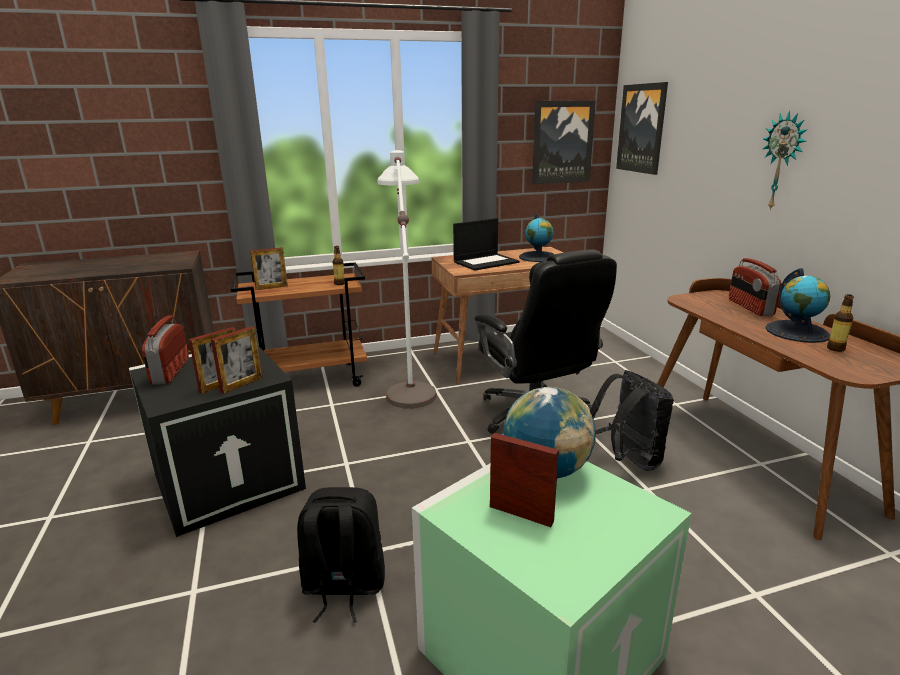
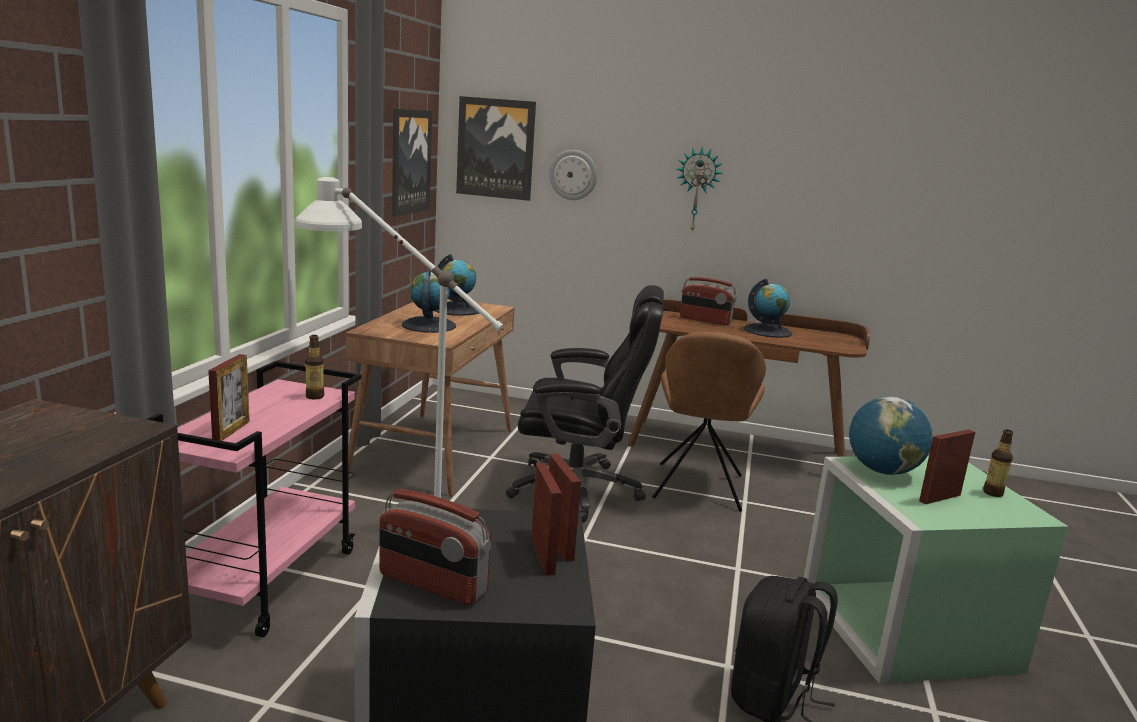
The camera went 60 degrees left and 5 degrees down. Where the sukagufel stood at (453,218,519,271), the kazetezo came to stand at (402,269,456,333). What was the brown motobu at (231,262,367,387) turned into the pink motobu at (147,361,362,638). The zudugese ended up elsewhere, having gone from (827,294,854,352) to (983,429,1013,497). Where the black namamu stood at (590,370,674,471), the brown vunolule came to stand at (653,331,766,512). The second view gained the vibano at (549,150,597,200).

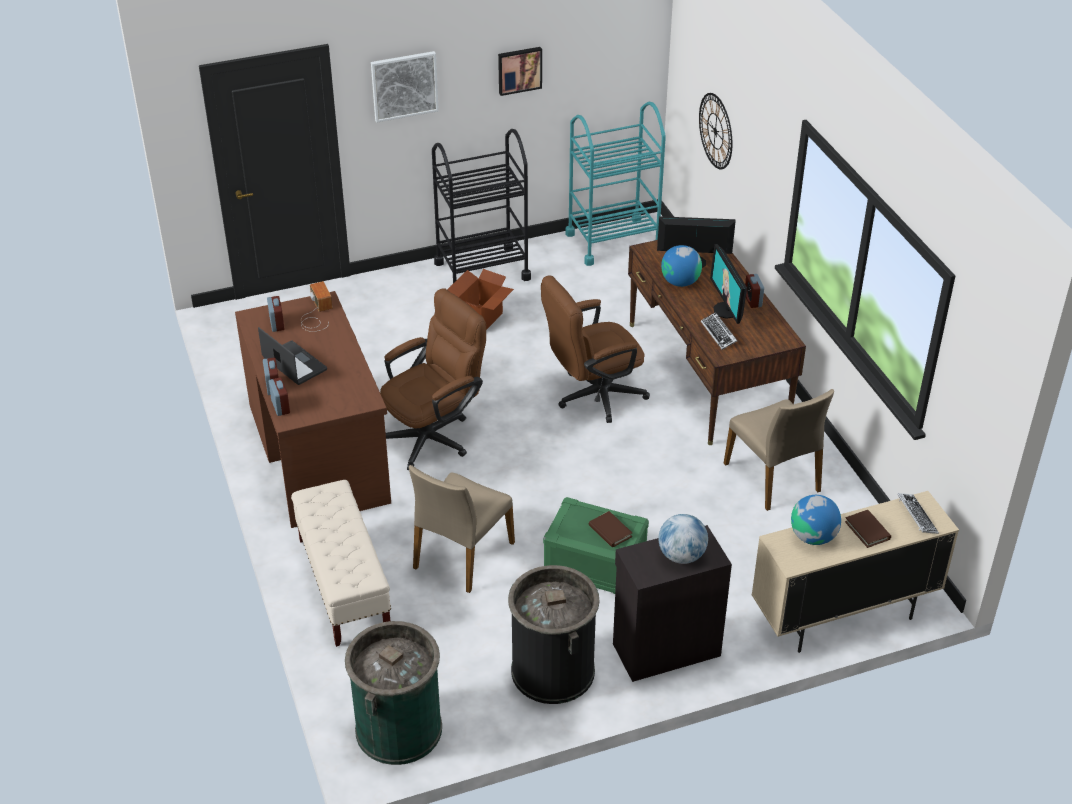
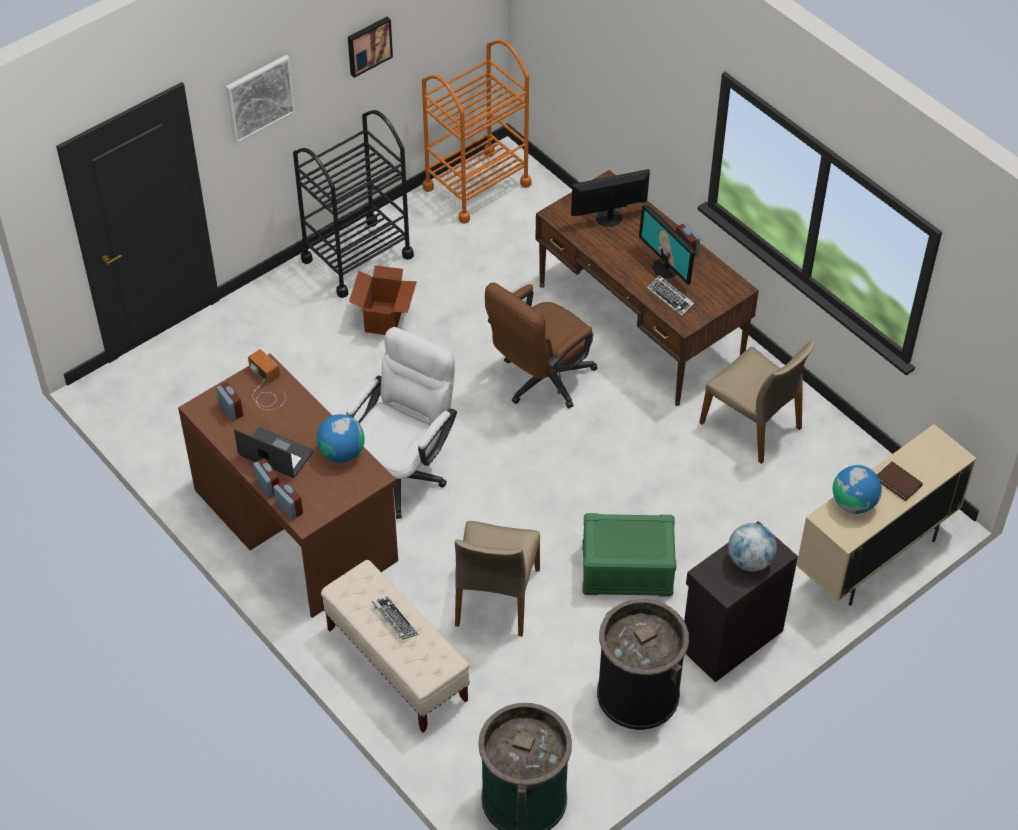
The camera went 20 degrees left and 10 degrees up. The second view lost the vibano at (699,93,732,169). What was the turquoise motobu at (565,102,666,266) turned into the orange motobu at (422,39,531,224). The kazetezo ended up elsewhere, having gone from (661,245,702,287) to (317,414,365,463). What was the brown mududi at (380,288,486,470) turned into the white mududi at (346,327,457,519). The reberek ended up elsewhere, having gone from (897,493,939,534) to (372,596,418,640). The second view lost the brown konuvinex at (589,511,632,548).

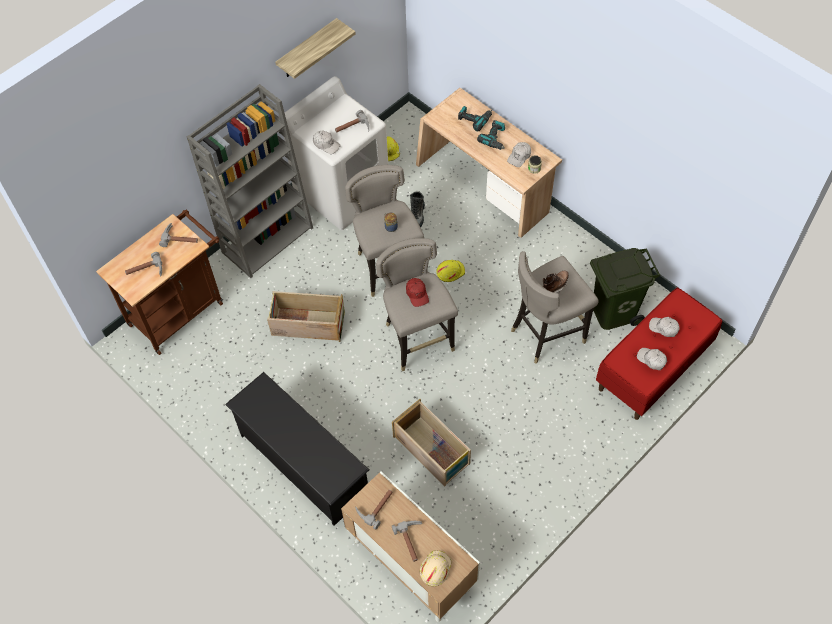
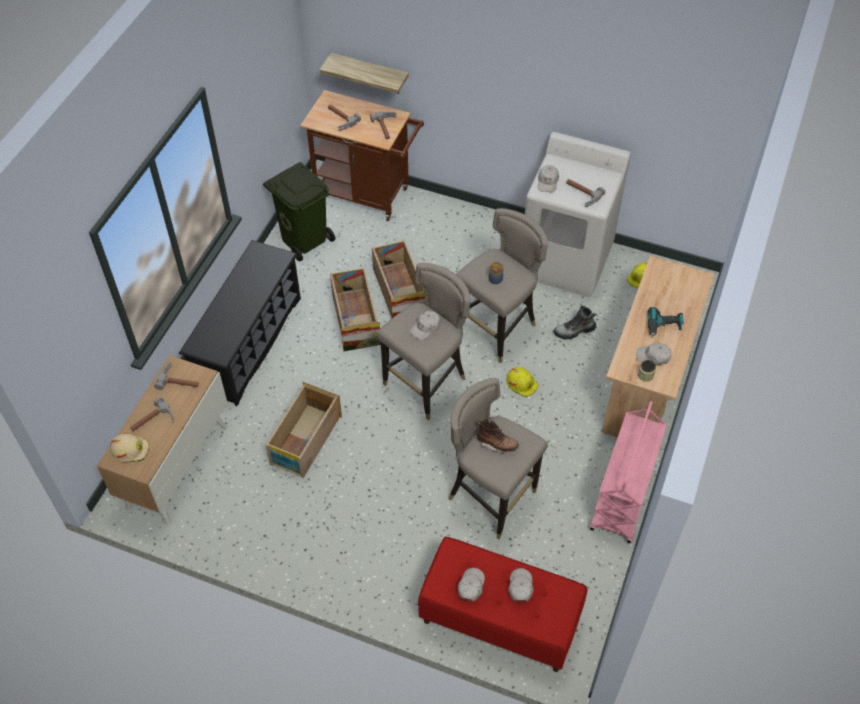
The camera went 65 degrees right and 5 degrees down. The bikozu ended up elsewhere, having gone from (275,18,356,79) to (319,53,409,94). The second view lost the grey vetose at (187,84,313,278). The second view lost the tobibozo at (458,106,492,131). The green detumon ended up elsewhere, having gone from (590,248,660,330) to (263,162,335,262). What was the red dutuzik at (406,278,429,307) turned into the white dutuzik at (410,311,440,340). The second view gained the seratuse at (330,267,381,351). The second view gained the pink motobu at (590,401,667,543).

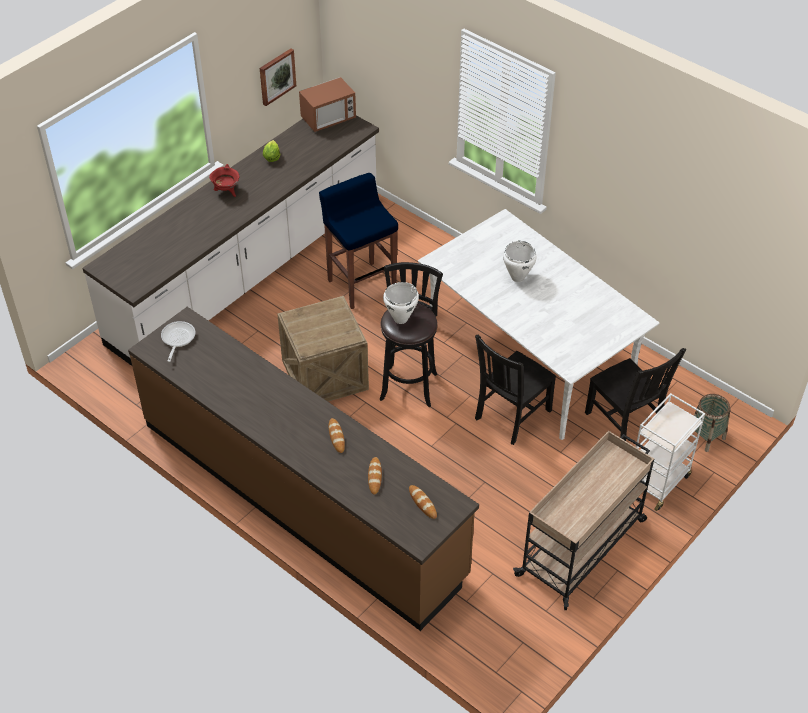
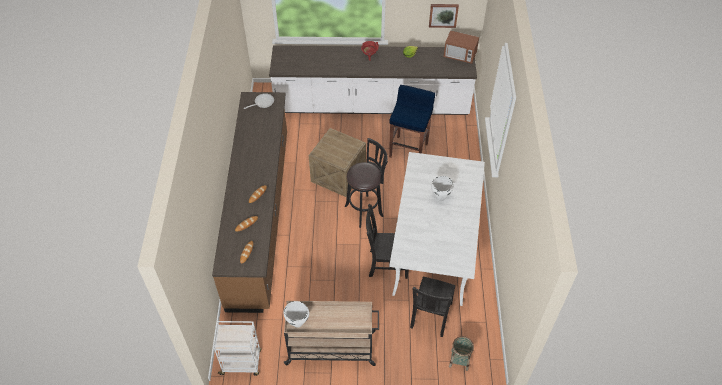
The camera went 50 degrees right and 5 degrees up. The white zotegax ended up elsewhere, having gone from (383,282,419,324) to (284,301,309,328). The white motobu ended up elsewhere, having gone from (636,393,705,511) to (213,321,261,376).

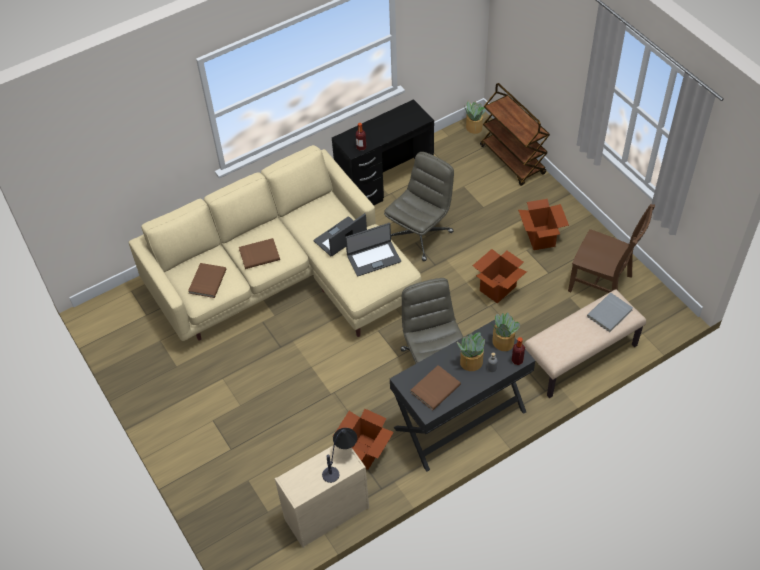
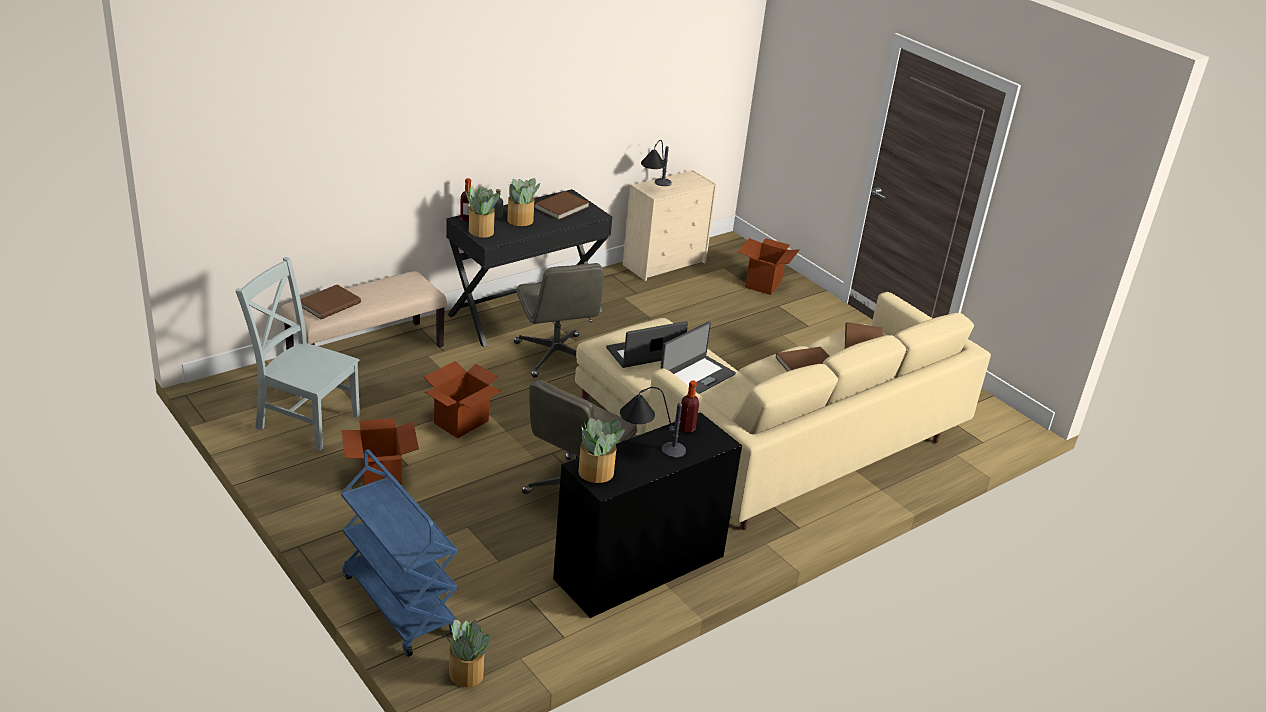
The camera went 170 degrees right and 20 degrees down. What was the brown motobu at (480,83,550,186) turned into the blue motobu at (341,449,458,657). What was the brown vunolule at (568,204,655,293) turned into the grey vunolule at (235,257,360,451). What was the grey konuvinex at (587,293,633,332) turned into the brown konuvinex at (300,285,361,319). The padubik ended up elsewhere, having gone from (336,409,394,470) to (738,238,799,295). The second view gained the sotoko at (620,387,686,458). The second view gained the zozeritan at (578,418,625,483).

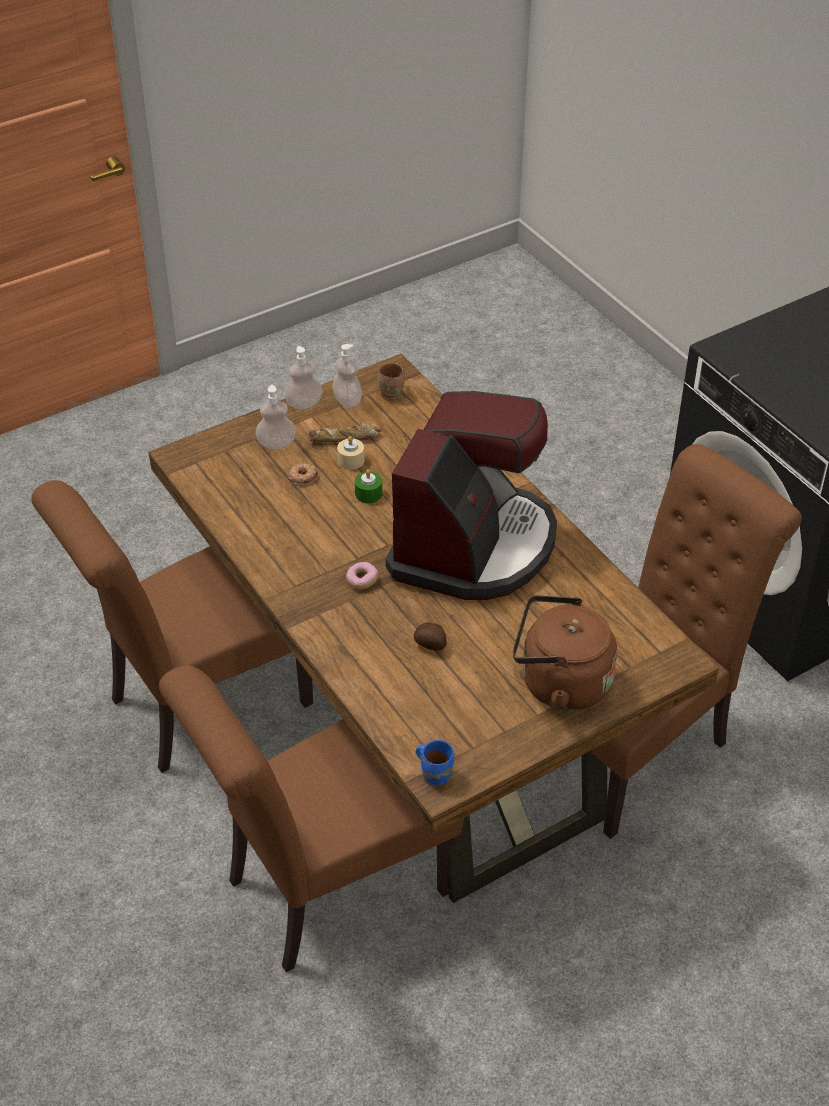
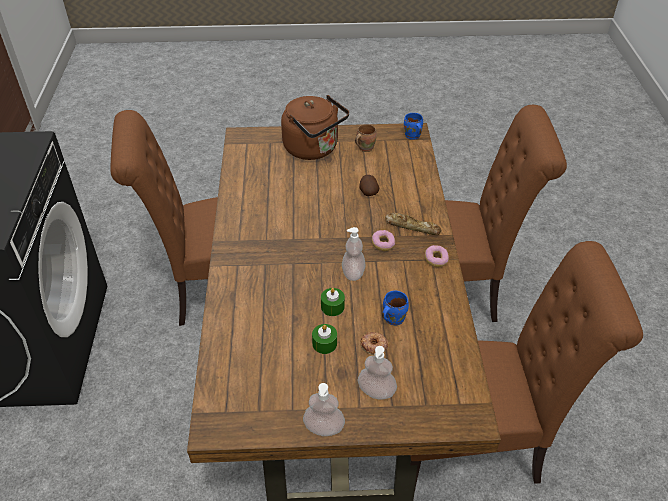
The camera went 150 degrees left and 0 degrees up. The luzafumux ended up elsewhere, having gone from (332,344,362,408) to (342,227,366,281). The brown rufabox ended up elsewhere, having gone from (378,362,405,400) to (355,124,377,152). The second view lost the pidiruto at (386,391,557,600). The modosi ended up elsewhere, having gone from (309,422,381,442) to (385,213,442,235). What was the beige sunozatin at (337,436,365,470) turned into the green sunozatin at (312,324,337,354). The second view gained the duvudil at (425,245,449,267). The second view gained the blue rufabox at (382,291,409,325).

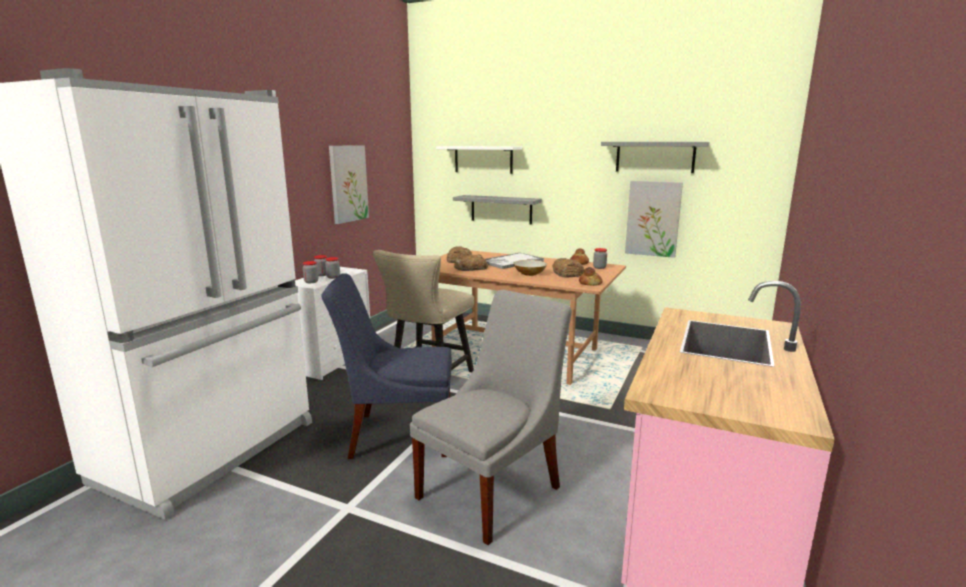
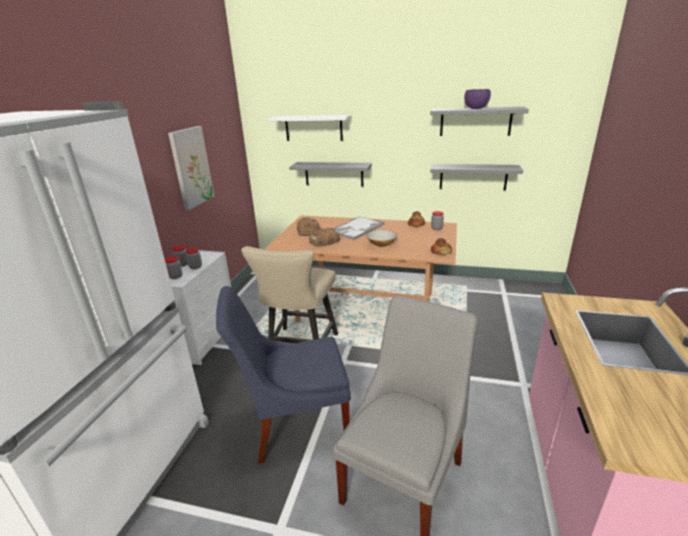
The camera went 10 degrees left and 10 degrees up. Where the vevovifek hung at (625,181,683,258), the grey bikozu came to hang at (430,164,523,190). The second view lost the modosi at (553,258,584,277). The second view gained the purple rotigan at (464,89,491,109).

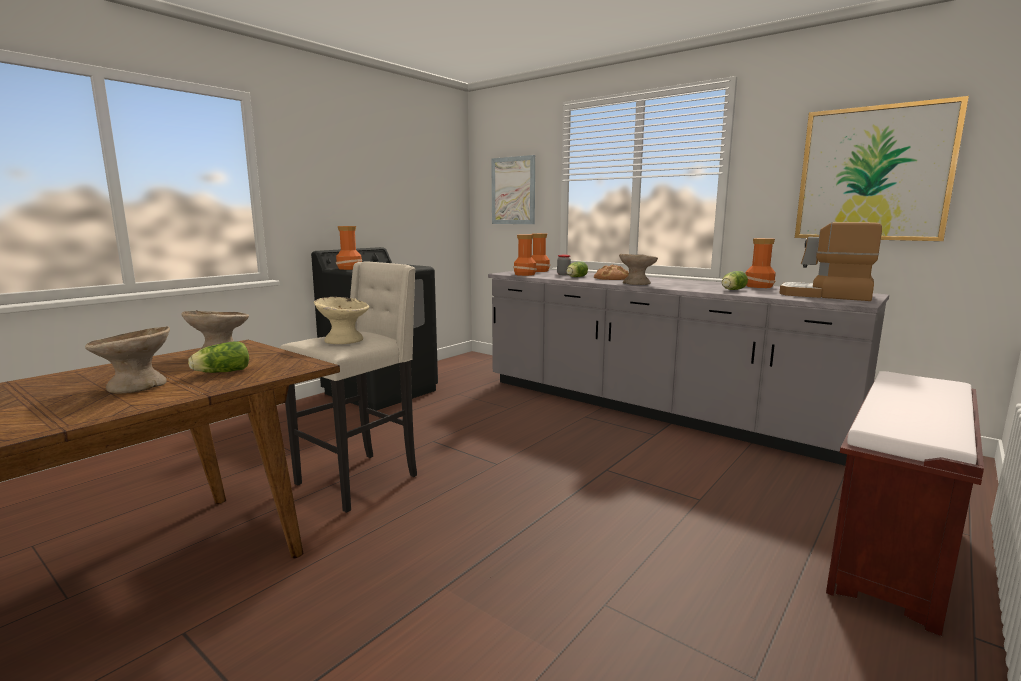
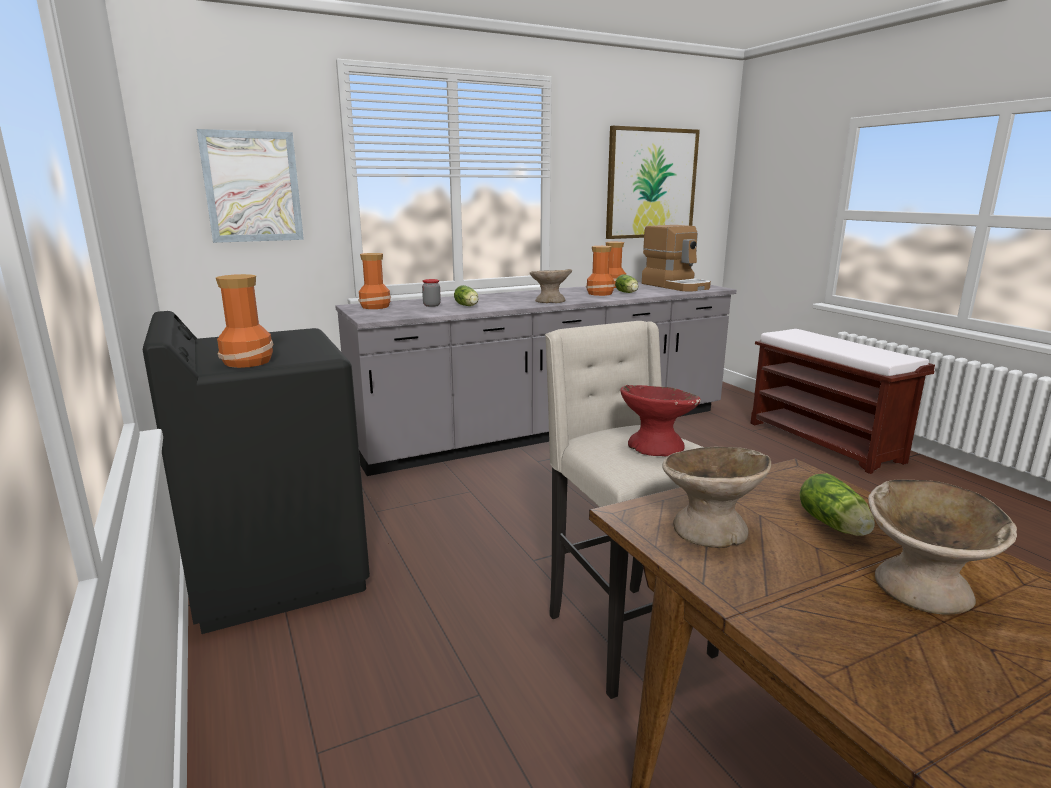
The camera went 65 degrees left and 5 degrees up. The pidiruto at (779,222,882,301) ended up facing another way, 90 degrees counterclockwise from before. The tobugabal ended up elsewhere, having gone from (513,234,537,276) to (586,246,615,296). The second view lost the modosi at (594,265,629,280). What was the beige rotigan at (314,297,369,344) turned into the red rotigan at (620,384,701,456).

